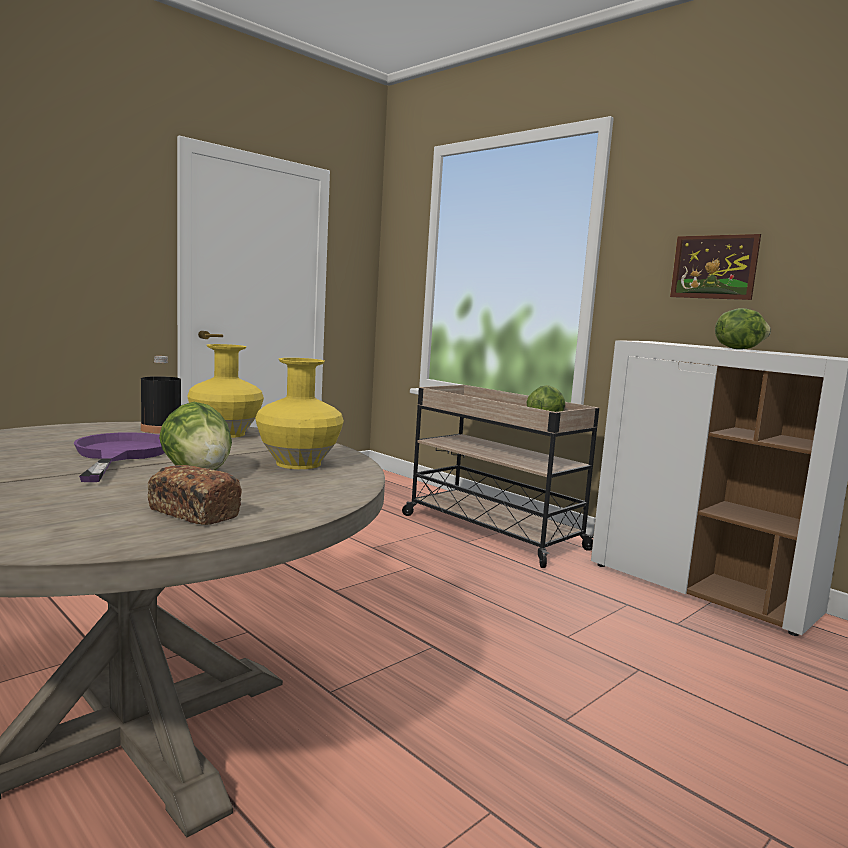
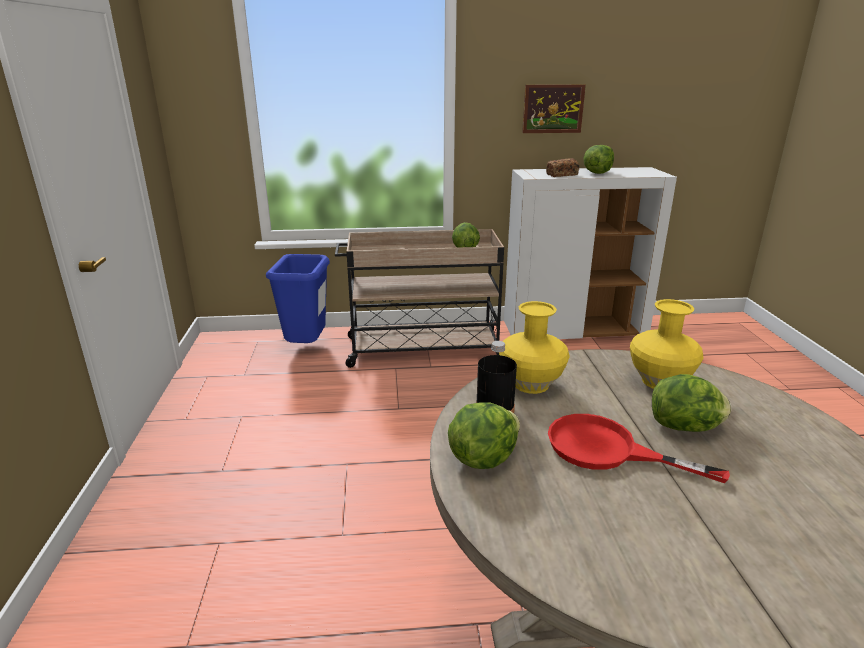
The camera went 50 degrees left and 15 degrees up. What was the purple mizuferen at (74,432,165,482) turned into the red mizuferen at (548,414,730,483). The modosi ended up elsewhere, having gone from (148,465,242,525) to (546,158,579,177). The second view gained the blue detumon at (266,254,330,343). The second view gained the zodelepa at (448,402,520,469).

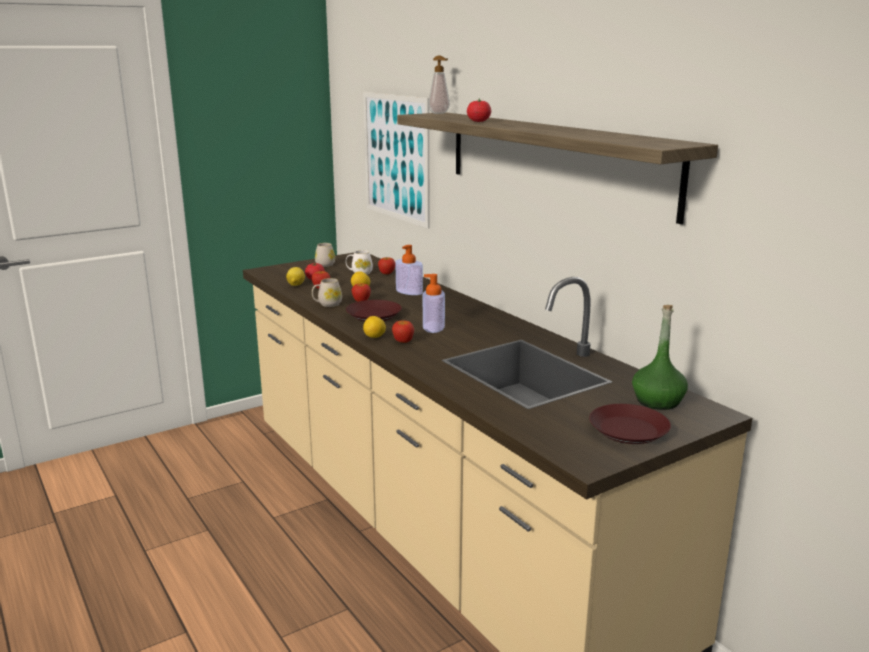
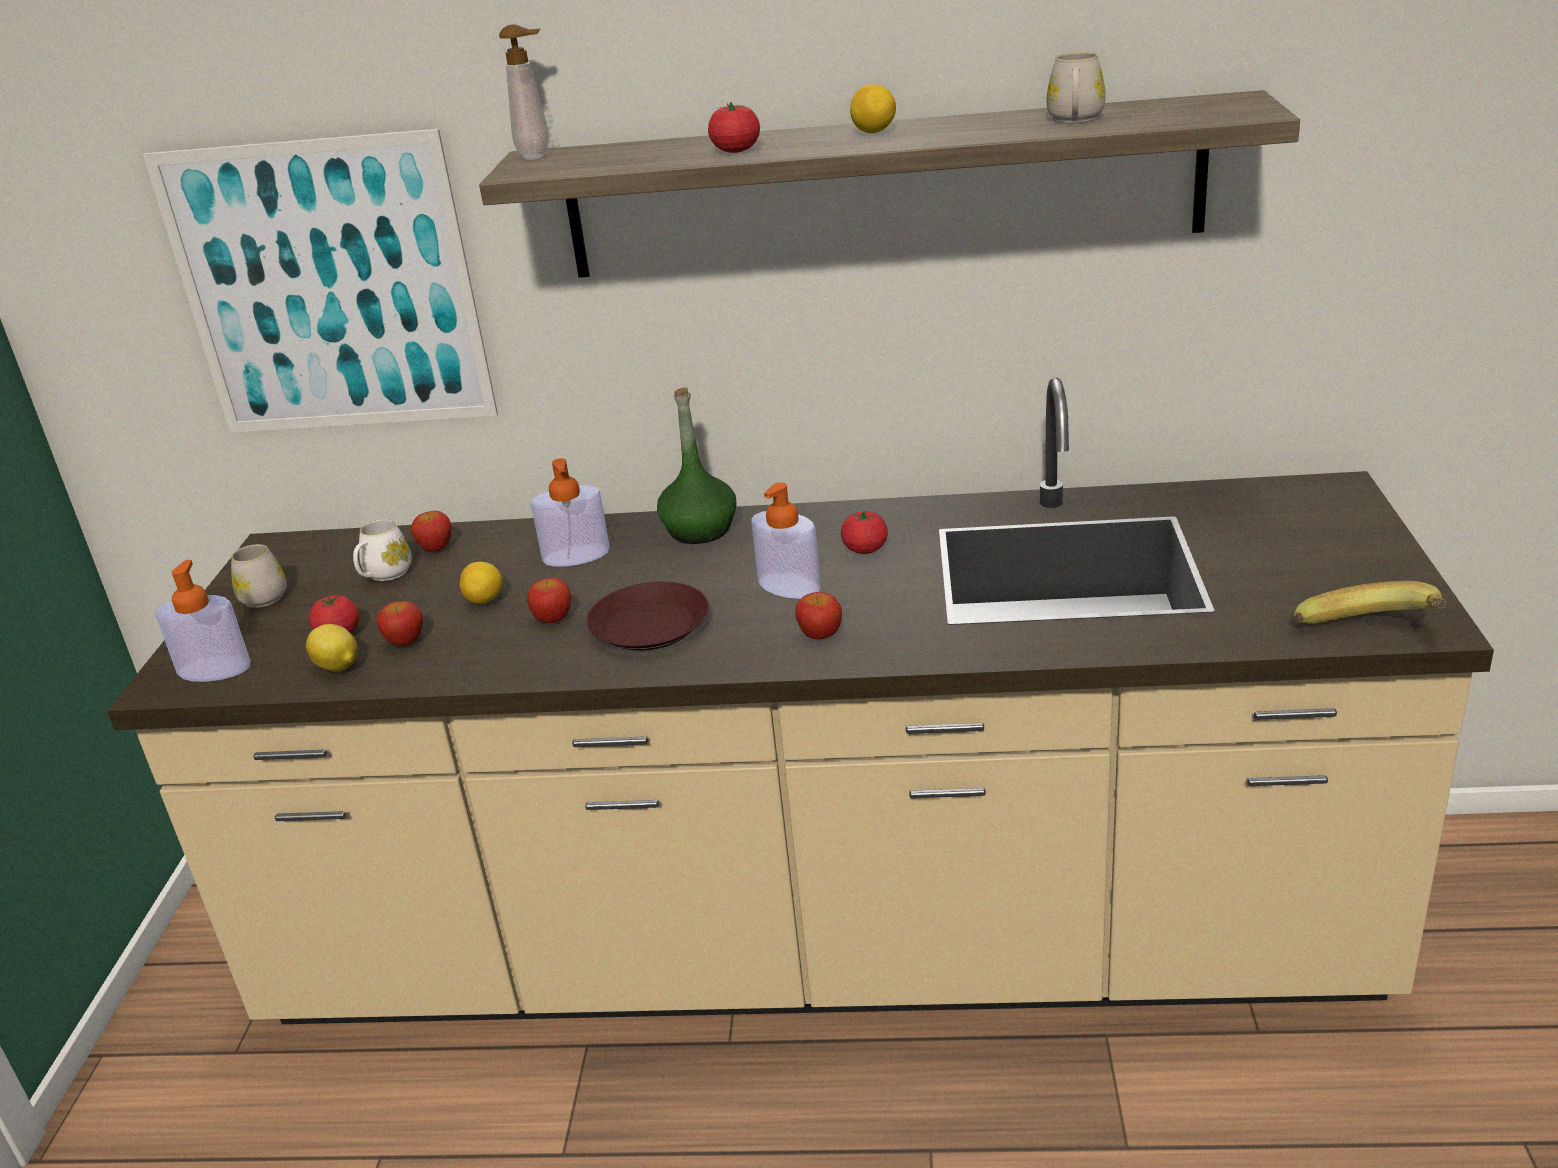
The camera went 50 degrees left and 10 degrees up. The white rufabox ended up elsewhere, having gone from (312,278,342,307) to (1046,52,1106,123). The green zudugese ended up elsewhere, having gone from (632,305,688,410) to (657,387,737,544). The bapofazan ended up elsewhere, having gone from (363,316,386,338) to (850,84,896,133). The second view lost the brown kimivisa at (589,404,671,444). The second view gained the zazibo at (841,511,888,554). The second view gained the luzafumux at (155,560,250,682). The second view gained the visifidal at (1293,581,1447,623).

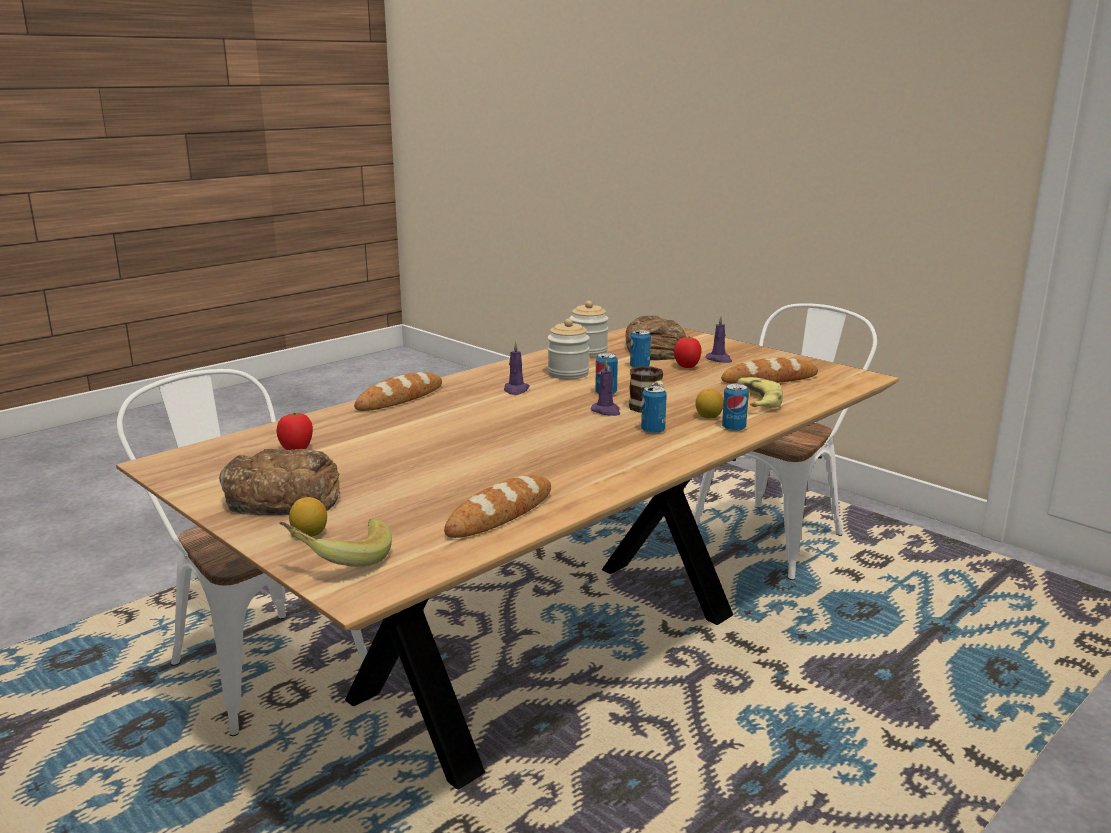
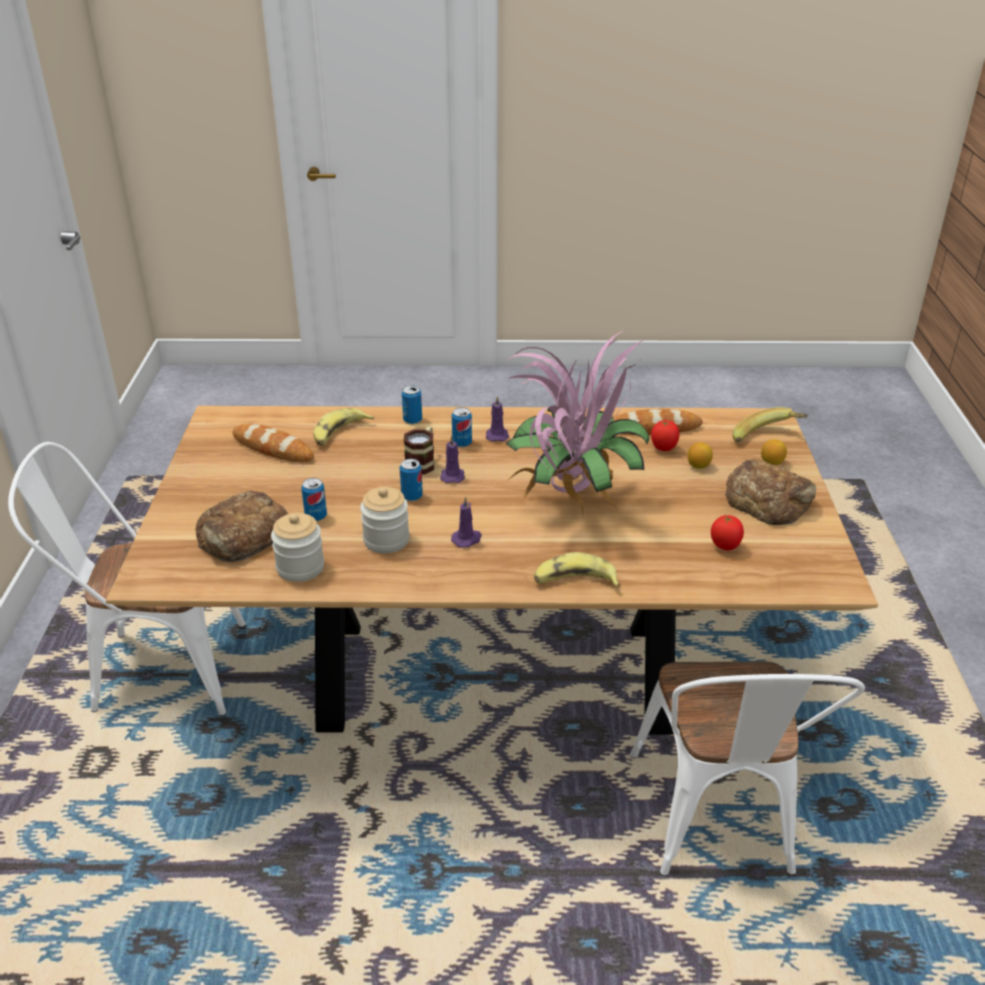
The camera went 135 degrees left and 15 degrees up. The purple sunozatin ended up elsewhere, having gone from (706,316,732,363) to (486,396,509,441). The zazibo ended up elsewhere, having gone from (674,337,702,368) to (651,420,679,451). Where the modosi stood at (354,372,442,411), the visifidal came to stand at (534,552,620,588). The bapofazan ended up elsewhere, having gone from (696,389,724,418) to (688,442,713,469). The second view gained the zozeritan at (504,330,649,515).

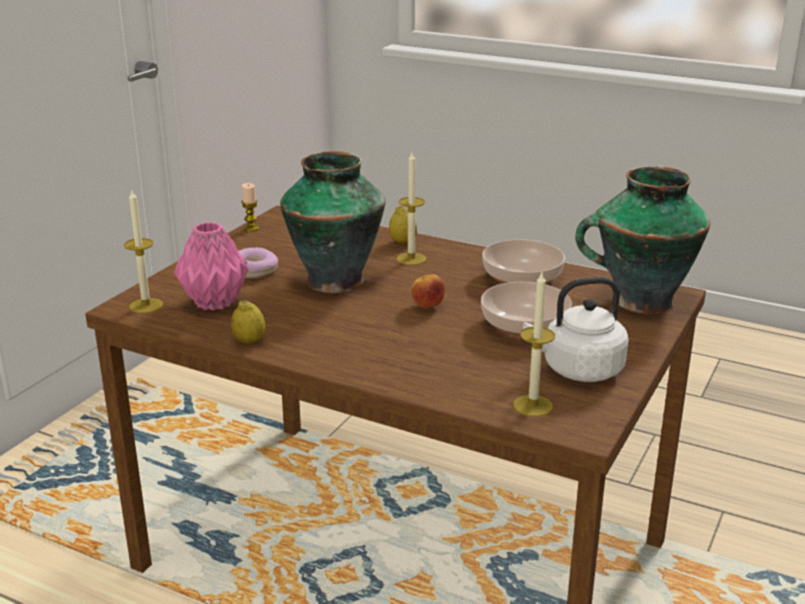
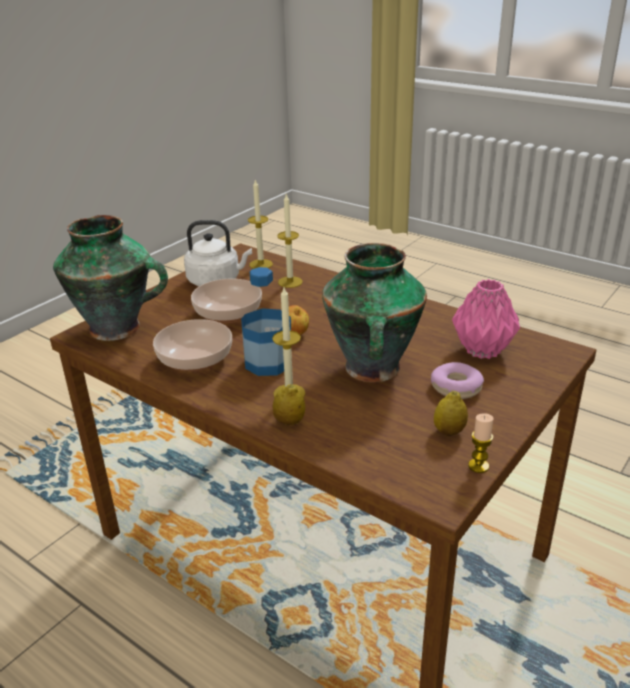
The camera went 170 degrees left and 5 degrees up. The sunozatin ended up elsewhere, having gone from (124,190,163,313) to (277,194,303,288). The bapofazan ended up elsewhere, having gone from (231,300,266,344) to (434,391,468,436). The second view gained the zudugese at (241,267,291,376).

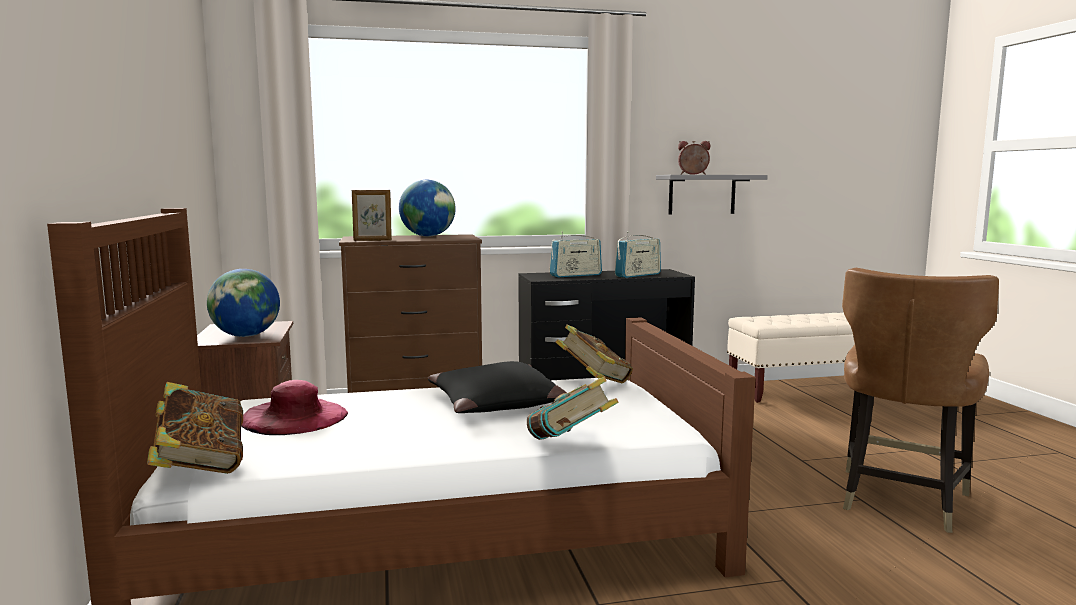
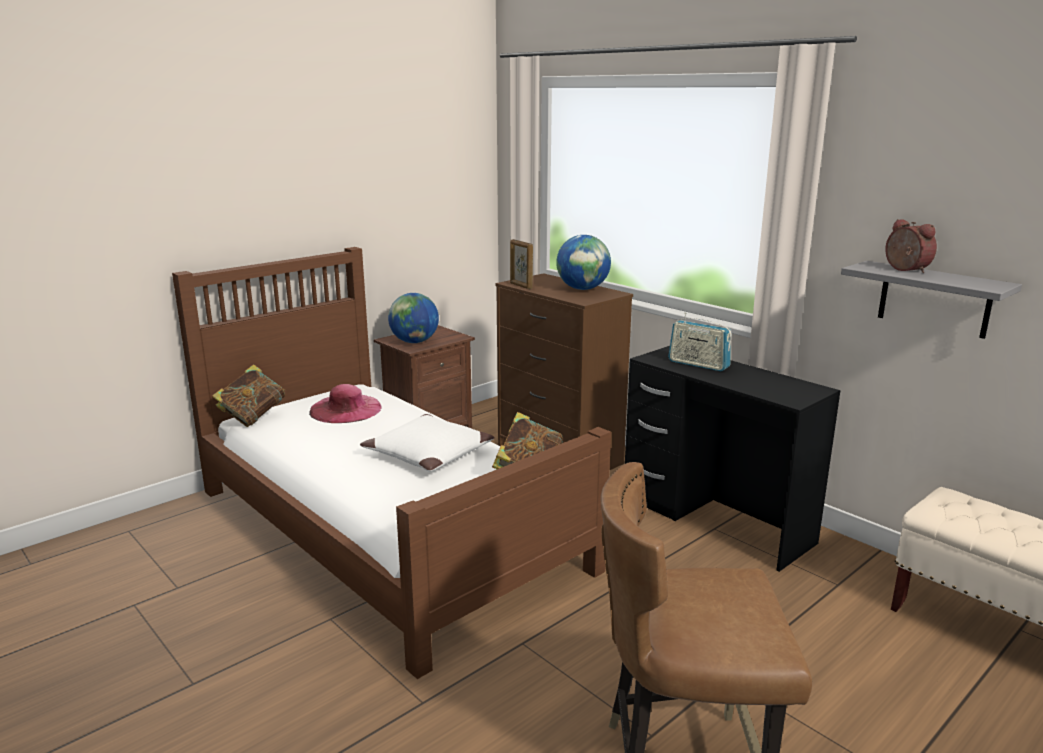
The camera went 60 degrees right and 10 degrees up. The second view lost the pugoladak at (615,231,661,278). What was the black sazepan at (428,361,567,413) turned into the white sazepan at (360,414,494,472). The second view lost the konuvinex at (527,377,618,440).

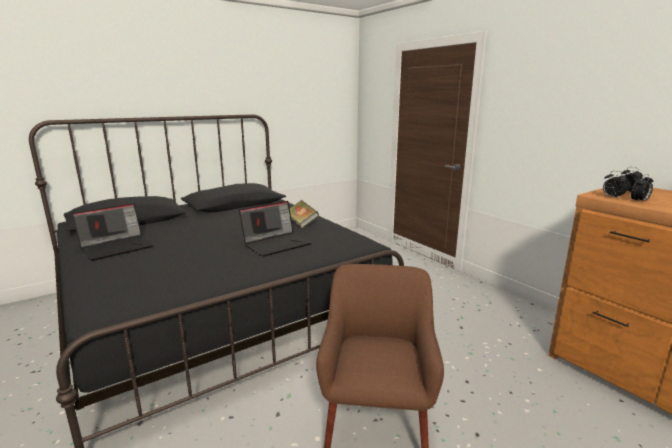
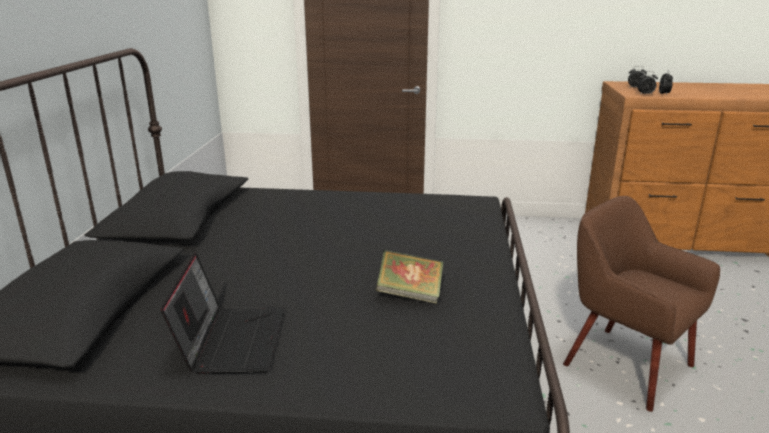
The camera went 50 degrees left and 5 degrees up. The konuvinex ended up elsewhere, having gone from (290,200,319,228) to (375,250,444,304). The second view lost the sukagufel at (239,201,312,257).

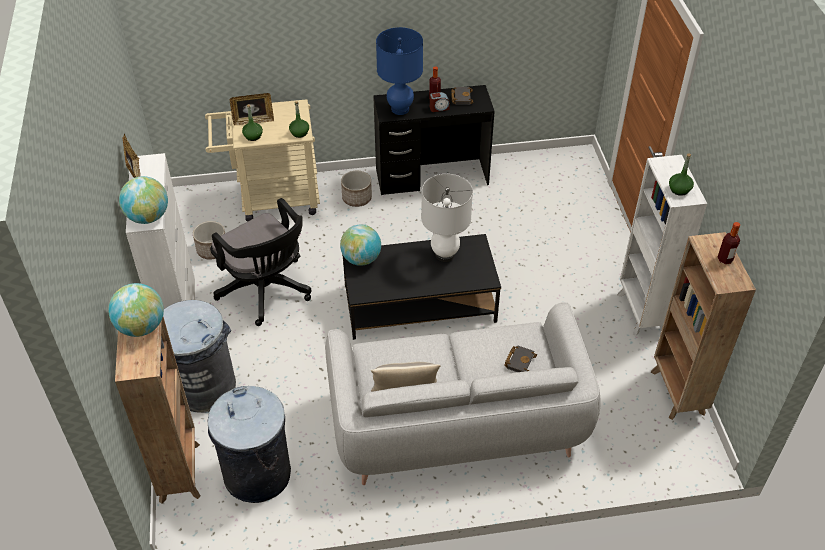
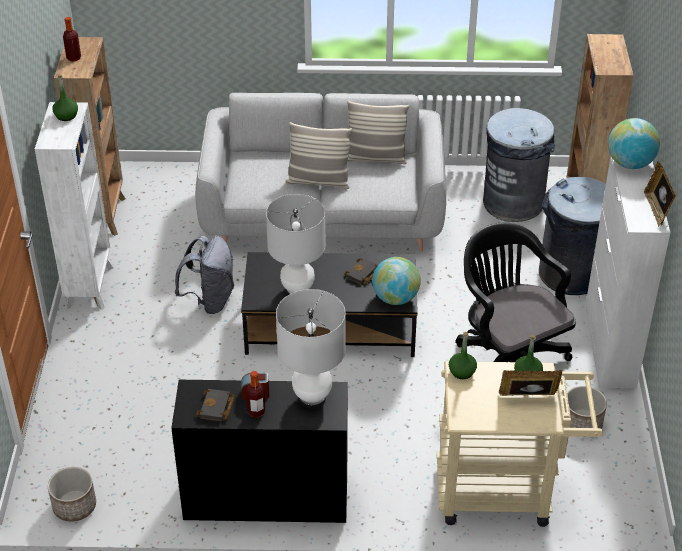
The camera went 170 degrees left and 5 degrees down. What was the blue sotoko at (376,27,423,115) turned into the white sotoko at (276,289,346,409). The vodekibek ended up elsewhere, having gone from (341,171,372,207) to (48,467,96,522). The second view lost the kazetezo at (108,283,164,337). The black konuvinex ended up elsewhere, having gone from (504,345,537,372) to (344,258,378,285). The second view gained the sazepan at (286,122,352,189). The second view gained the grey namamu at (175,236,234,314).

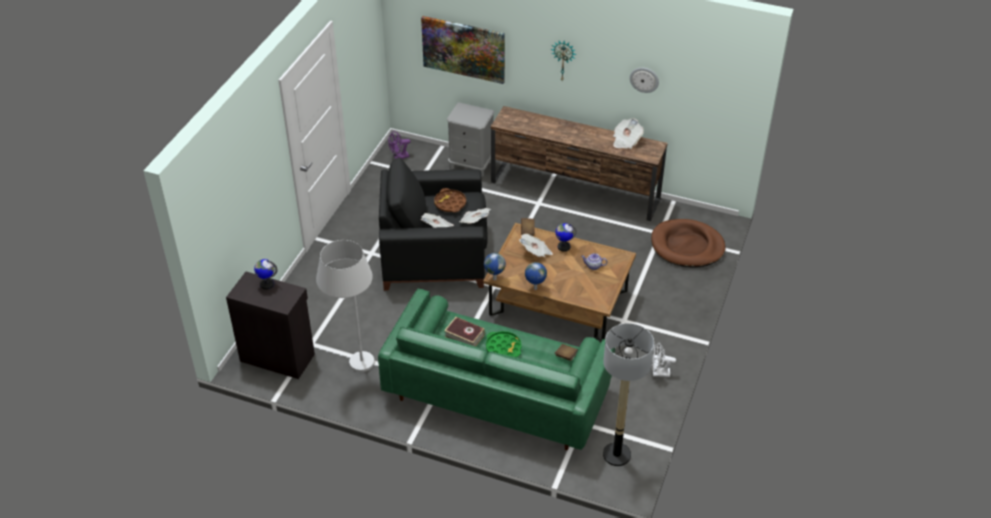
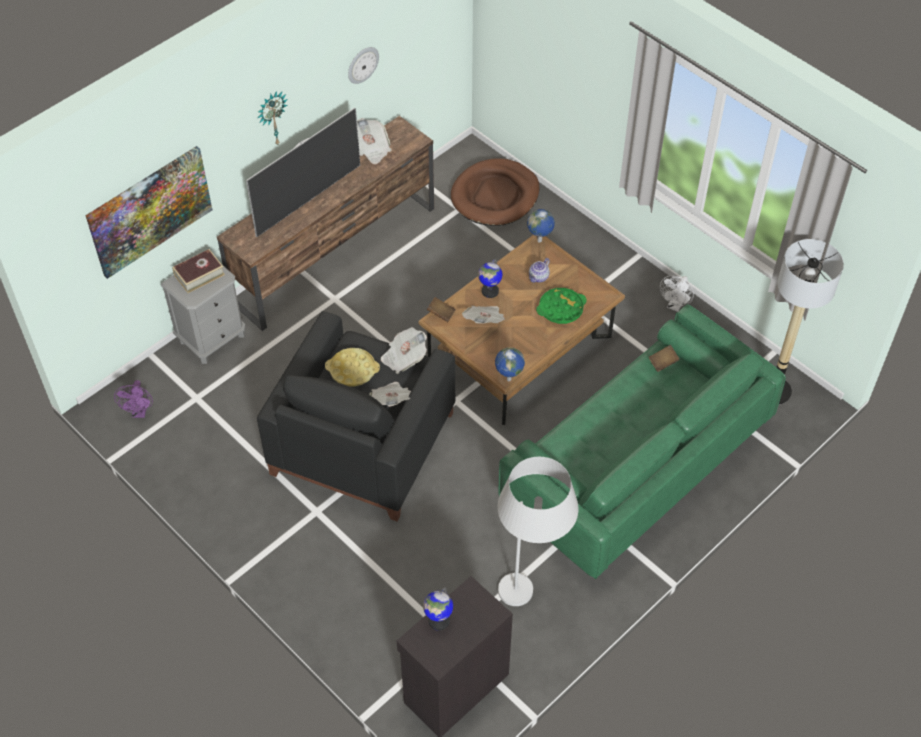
The camera went 65 degrees left and 10 degrees up. What was the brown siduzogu at (434,188,466,213) turned into the yellow siduzogu at (325,348,380,387). The kazetezo ended up elsewhere, having gone from (525,262,547,290) to (527,209,555,243). The konuvinex ended up elsewhere, having gone from (444,317,485,347) to (172,249,225,293). The green siduzogu ended up elsewhere, having gone from (486,331,522,357) to (536,288,587,324). The second view gained the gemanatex at (246,108,360,237).

